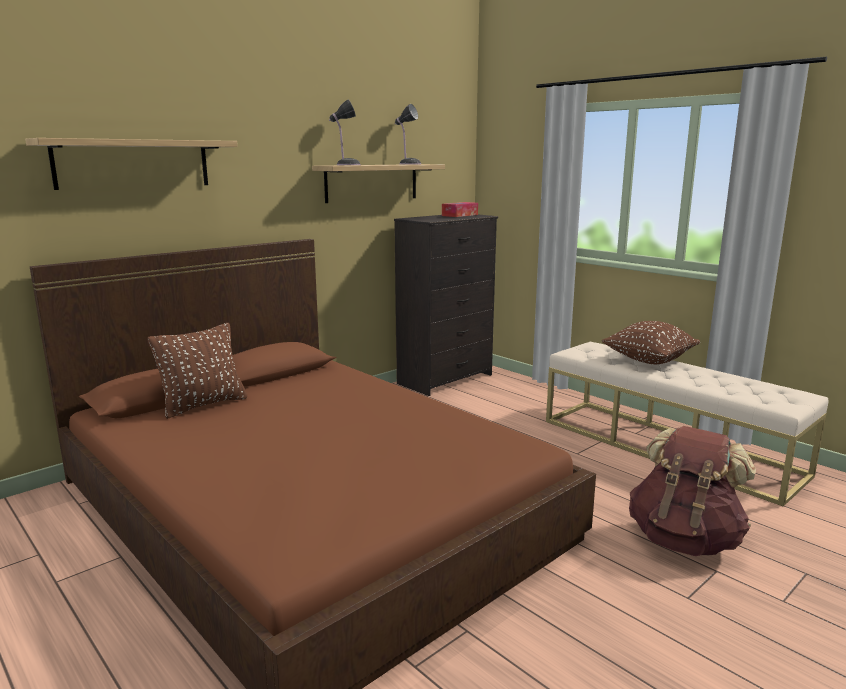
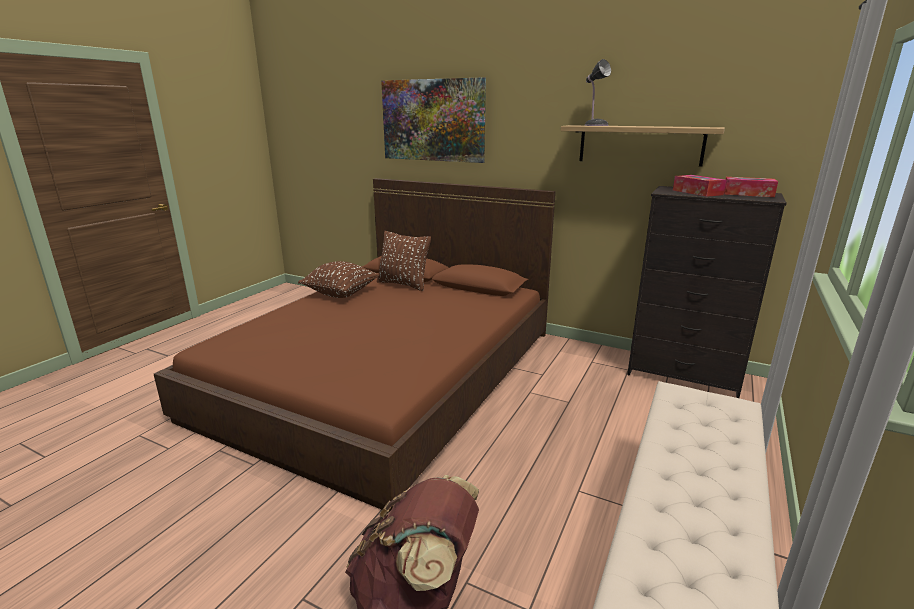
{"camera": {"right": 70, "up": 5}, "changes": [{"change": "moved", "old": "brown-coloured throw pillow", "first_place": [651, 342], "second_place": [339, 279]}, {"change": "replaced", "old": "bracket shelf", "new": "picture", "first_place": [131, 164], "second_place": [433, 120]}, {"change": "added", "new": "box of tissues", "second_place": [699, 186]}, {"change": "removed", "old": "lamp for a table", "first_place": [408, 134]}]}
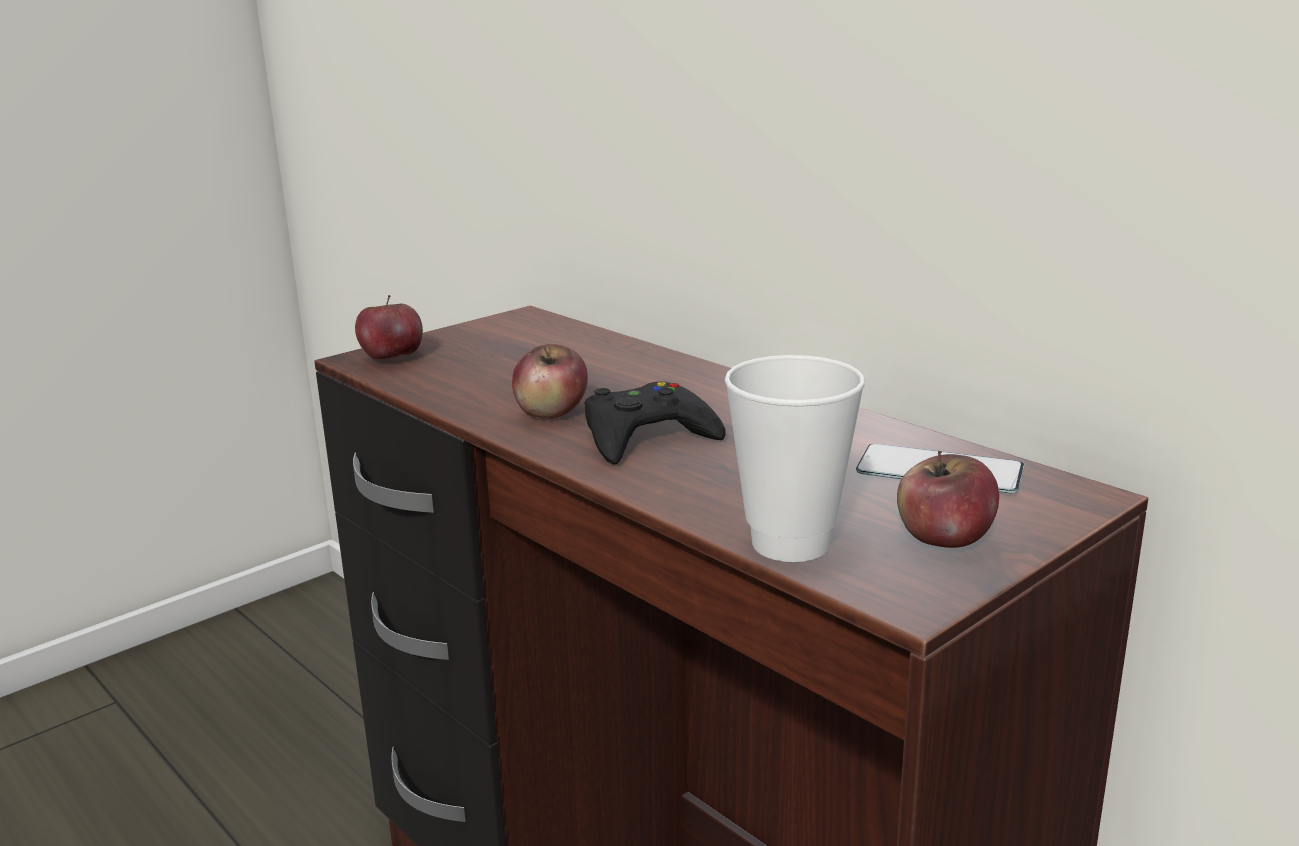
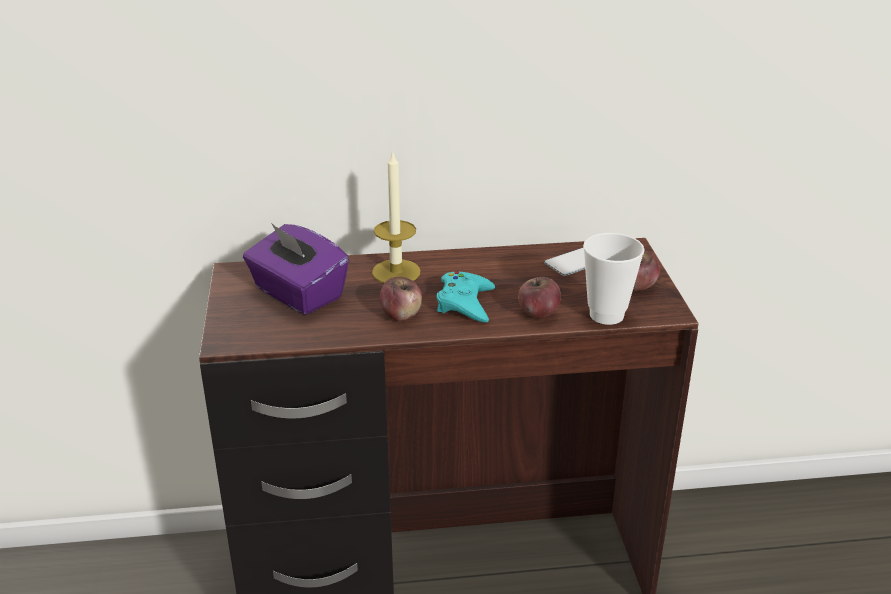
{"camera": {"right": -55, "up": 10}, "changes": [{"change": "added", "new": "purple box of tissues", "second_place": [296, 269]}, {"change": "added", "new": "wax candle", "second_place": [396, 216]}, {"change": "recoloured", "old": "black-coloured game controller", "new": "blue-green game controller", "first_place": [655, 423], "second_place": [466, 296]}, {"change": "moved", "old": "apple fruit", "first_place": [389, 327], "second_place": [539, 296]}]}
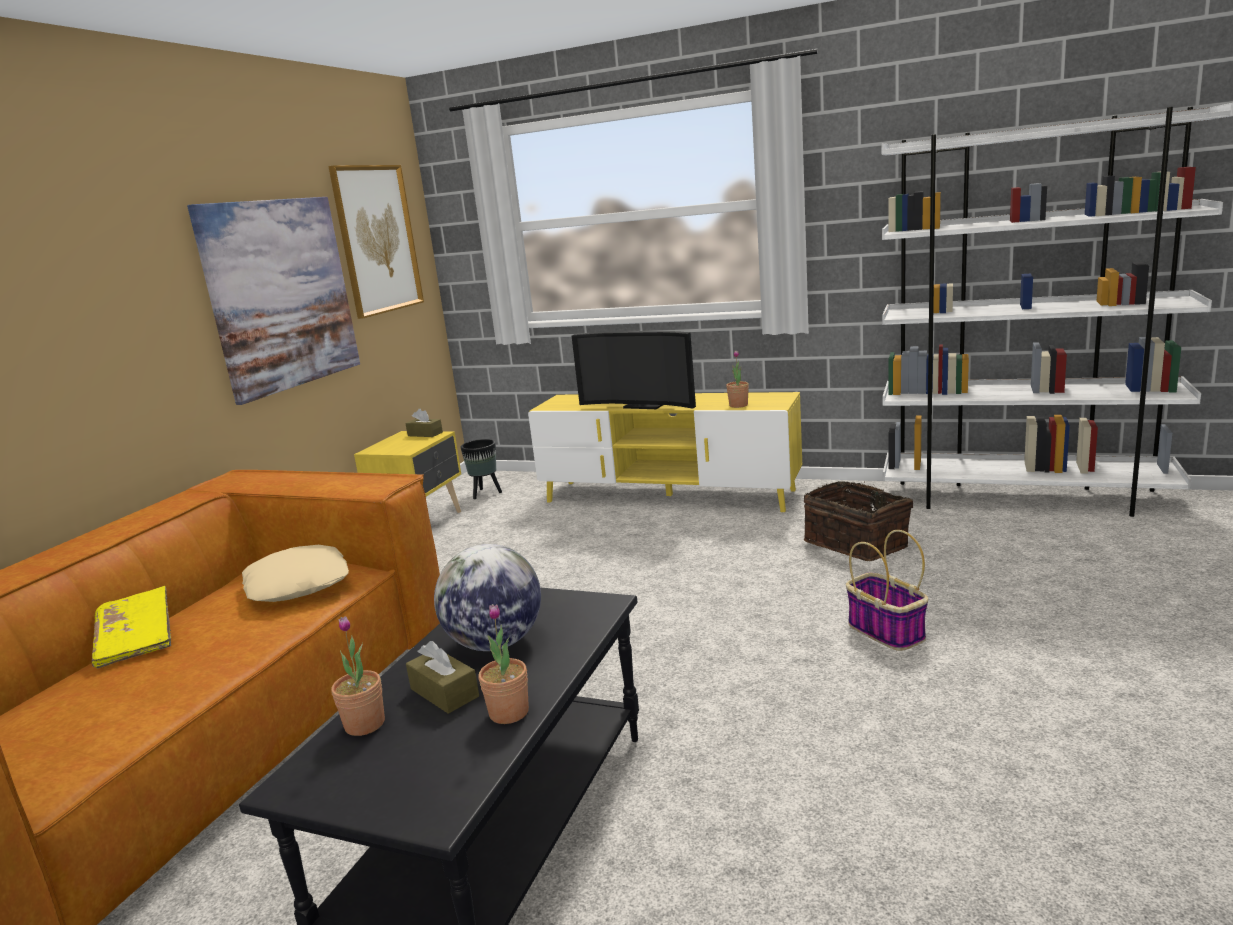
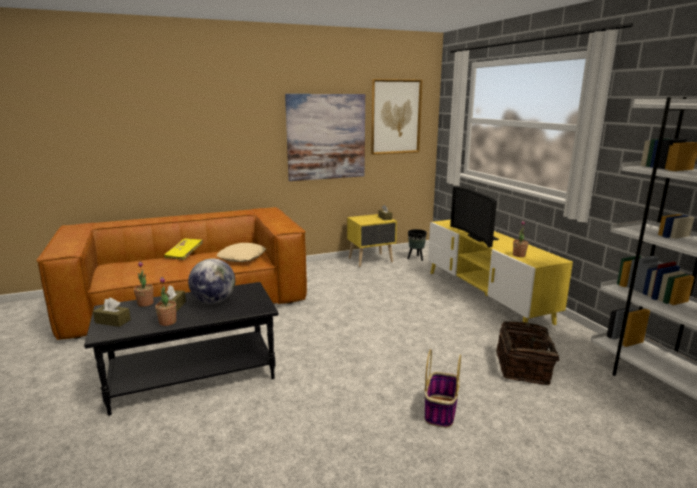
{"camera": {"right": 45, "up": 0}, "changes": [{"change": "added", "new": "brown-coloured box of tissues", "second_place": [112, 312]}]}
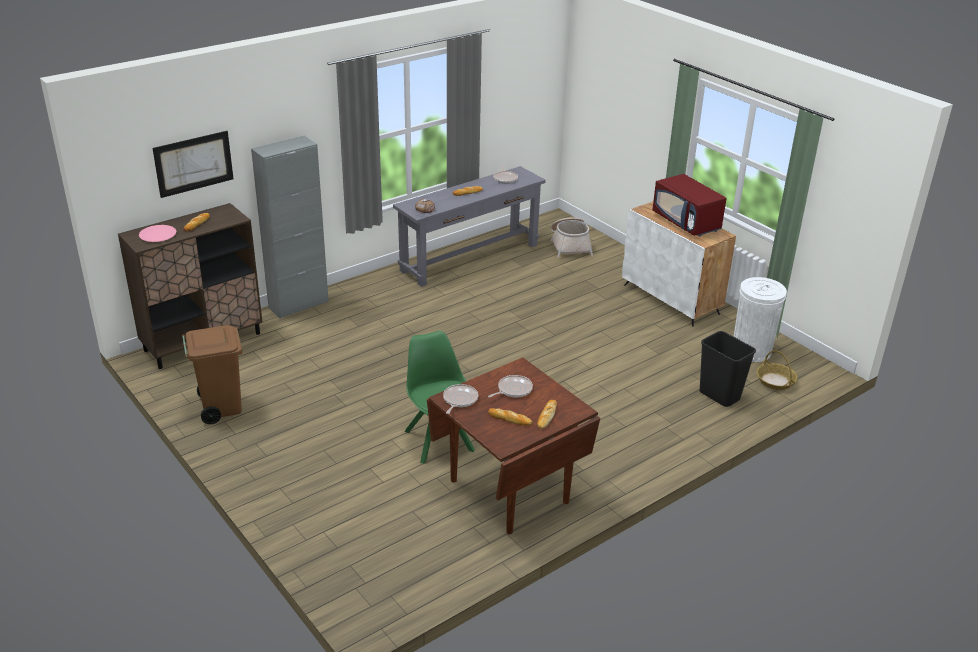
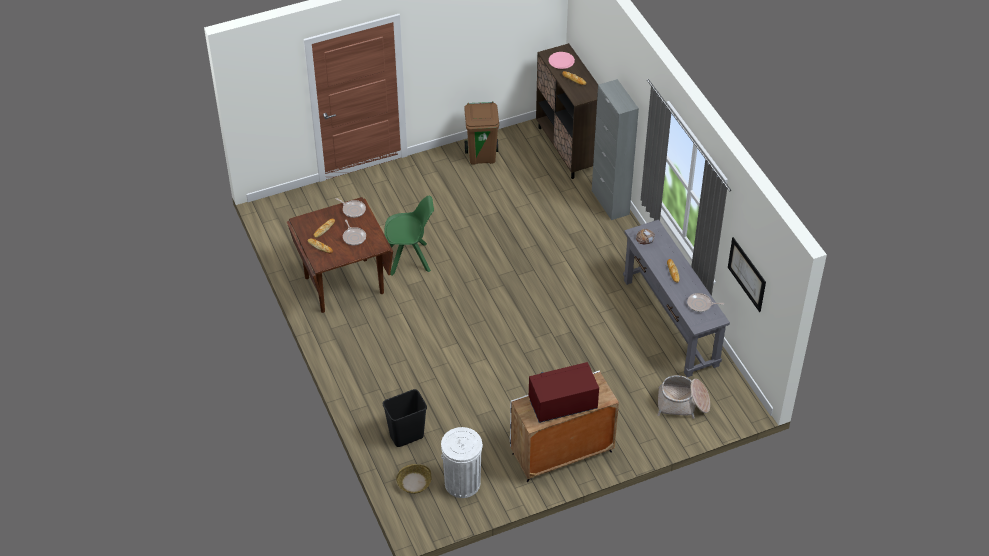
{"camera": {"right": 105, "up": 15}, "changes": [{"change": "moved", "old": "picture", "first_place": [193, 164], "second_place": [747, 274]}]}
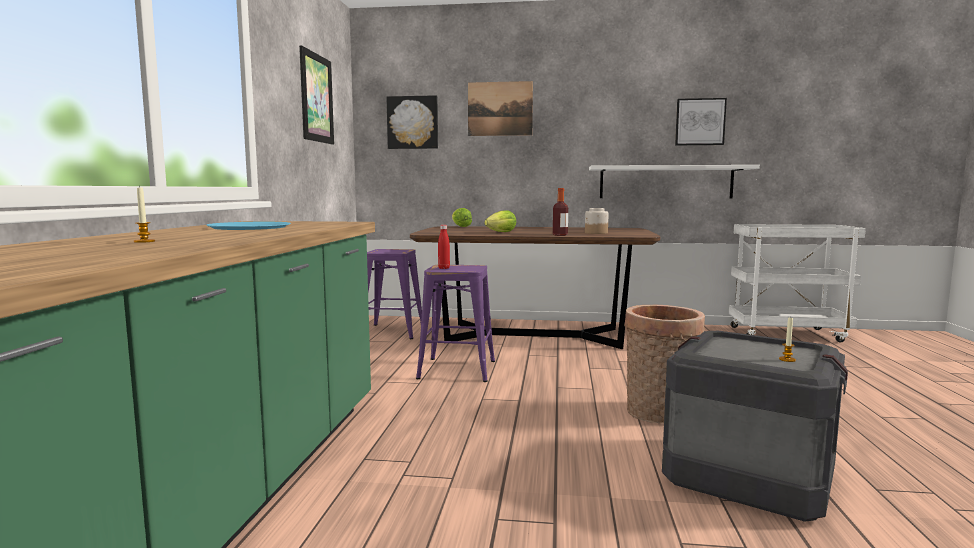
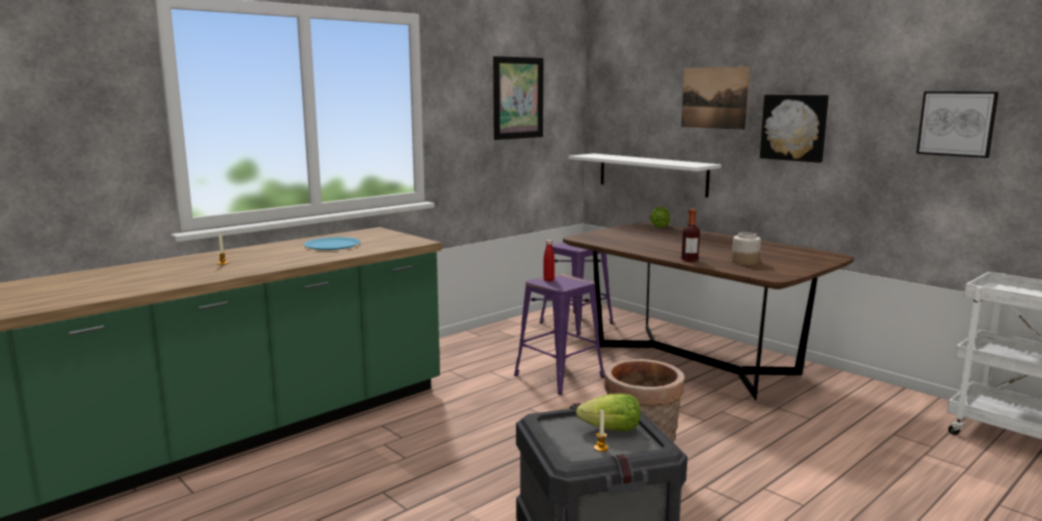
{"camera": {"right": 40, "up": 5}, "changes": [{"change": "moved", "old": "white-coloured bracket shelf", "first_place": [674, 181], "second_place": [645, 175]}, {"change": "moved", "old": "head of lettuce", "first_place": [500, 221], "second_place": [608, 412]}, {"change": "moved", "old": "picture", "first_place": [412, 122], "second_place": [794, 129]}]}
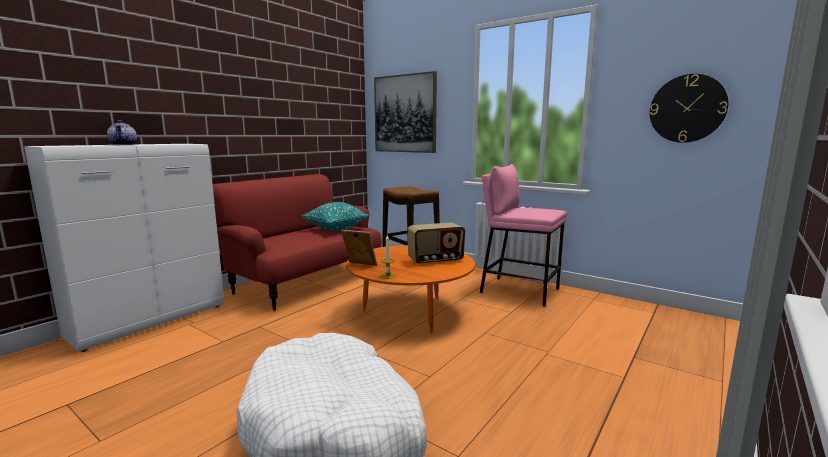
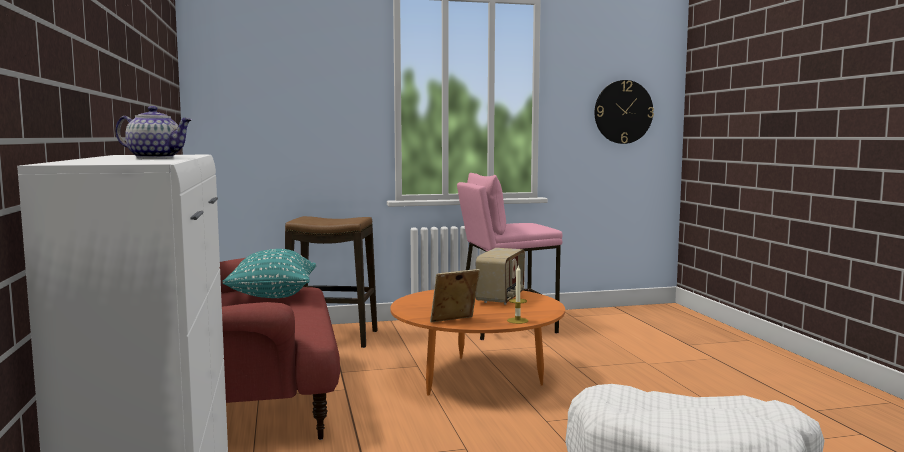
{"camera": {"right": -50, "up": -5}, "changes": [{"change": "removed", "old": "picture", "first_place": [405, 112]}]}
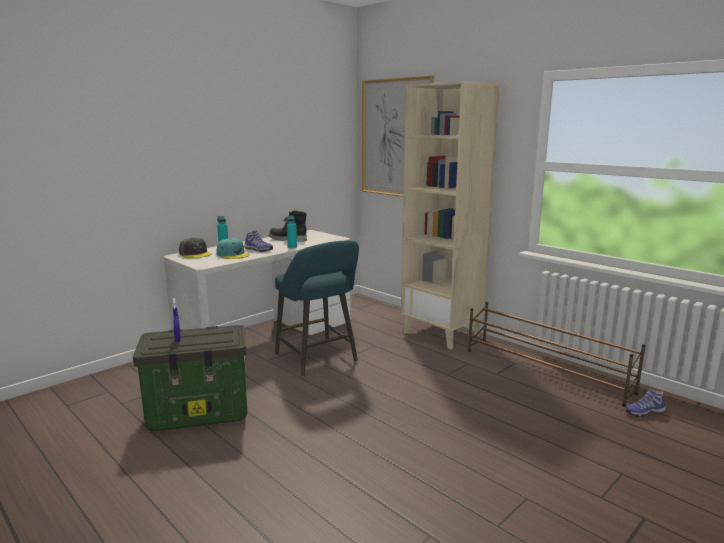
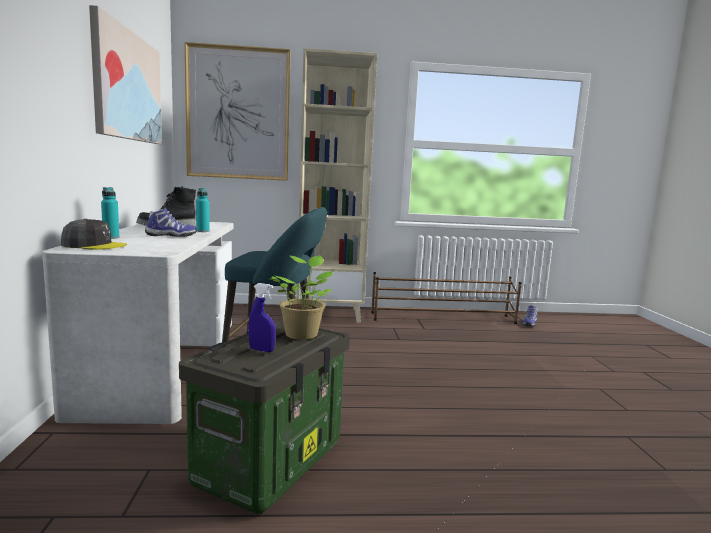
{"camera": {"right": -50, "up": -5}, "changes": [{"change": "added", "new": "picture", "second_place": [125, 74]}, {"change": "added", "new": "plant in a pot", "second_place": [301, 297]}, {"change": "removed", "old": "blue-green cap", "first_place": [233, 248]}]}
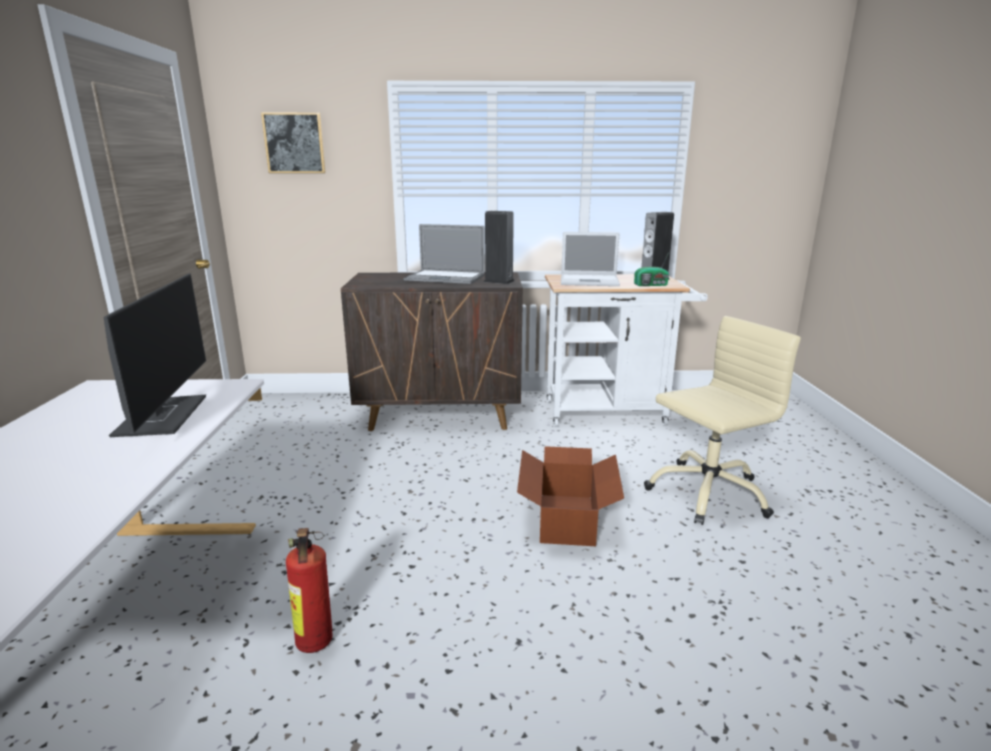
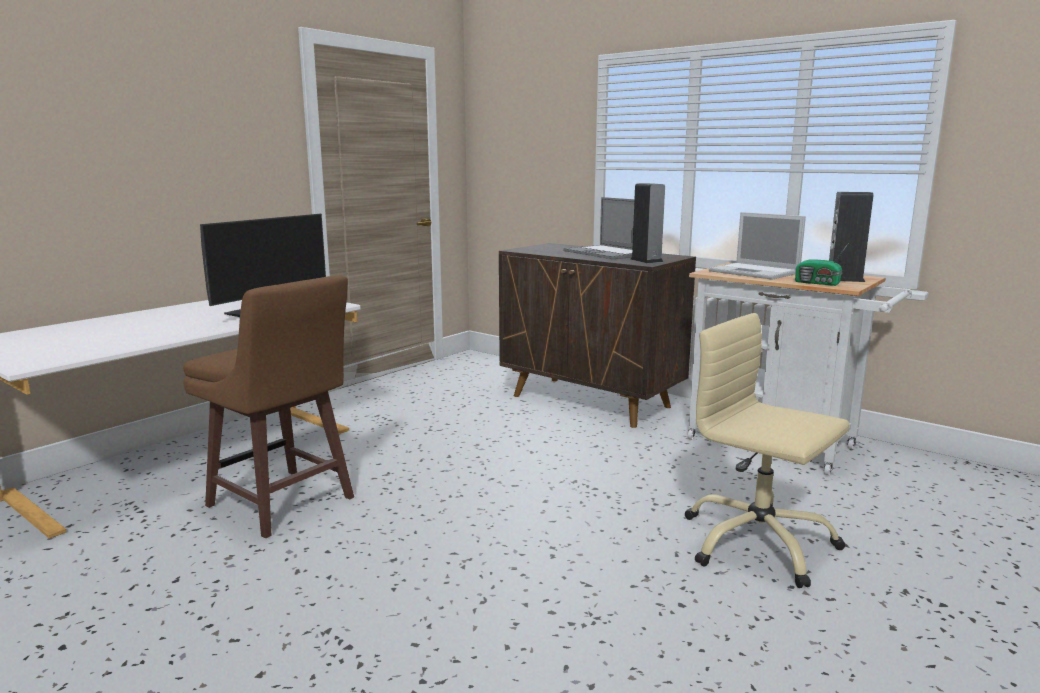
{"camera": {"right": 40, "up": -5}, "changes": [{"change": "replaced", "old": "extinguisher", "new": "brown-coloured stool seat", "first_place": [309, 590], "second_place": [268, 406]}, {"change": "turned", "old": "sand-coloured office chair", "first_place": [722, 420], "second_place": [767, 450], "degrees": -150}, {"change": "removed", "old": "picture", "first_place": [293, 142]}, {"change": "removed", "old": "packing box", "first_place": [570, 496]}]}
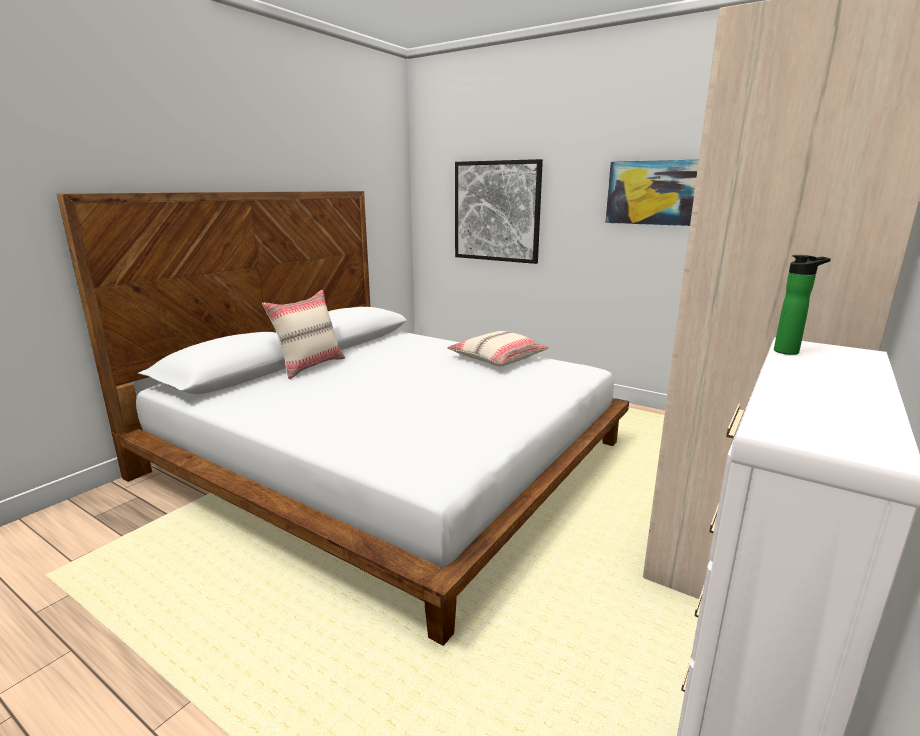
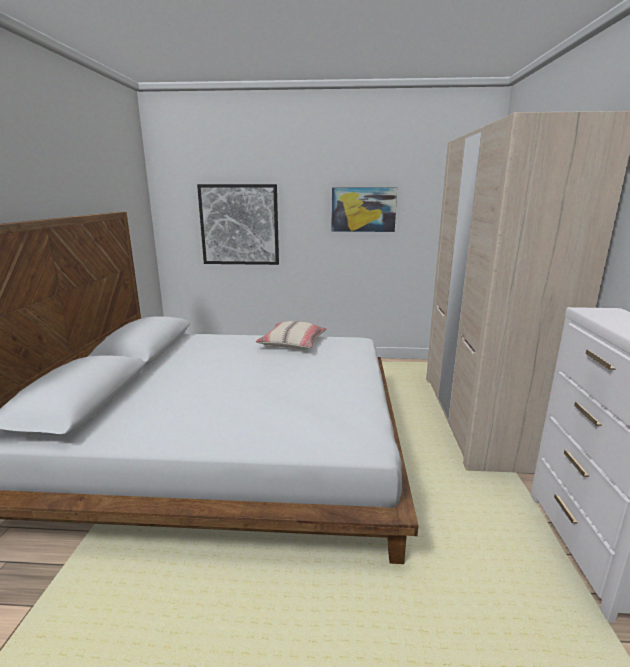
{"camera": {"right": -30, "up": 0}, "changes": [{"change": "removed", "old": "sand-coloured throw pillow", "first_place": [303, 334]}, {"change": "removed", "old": "drink bottle", "first_place": [802, 305]}]}
